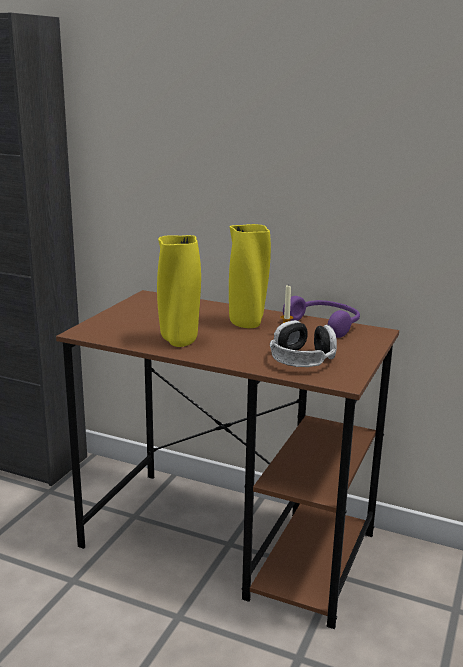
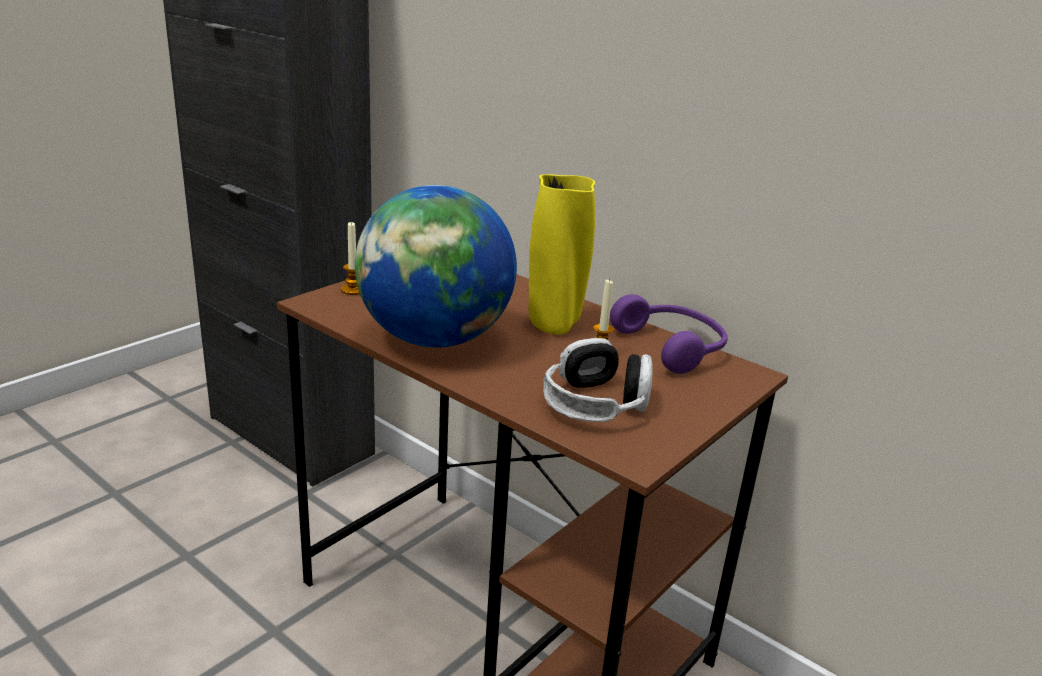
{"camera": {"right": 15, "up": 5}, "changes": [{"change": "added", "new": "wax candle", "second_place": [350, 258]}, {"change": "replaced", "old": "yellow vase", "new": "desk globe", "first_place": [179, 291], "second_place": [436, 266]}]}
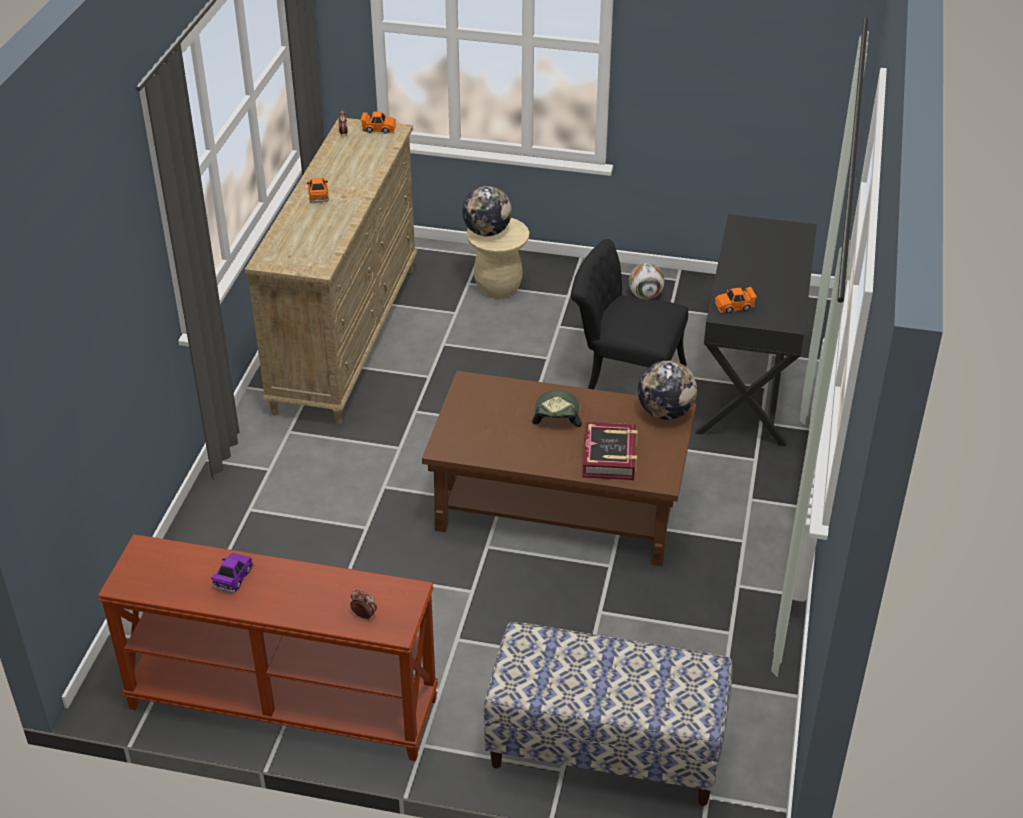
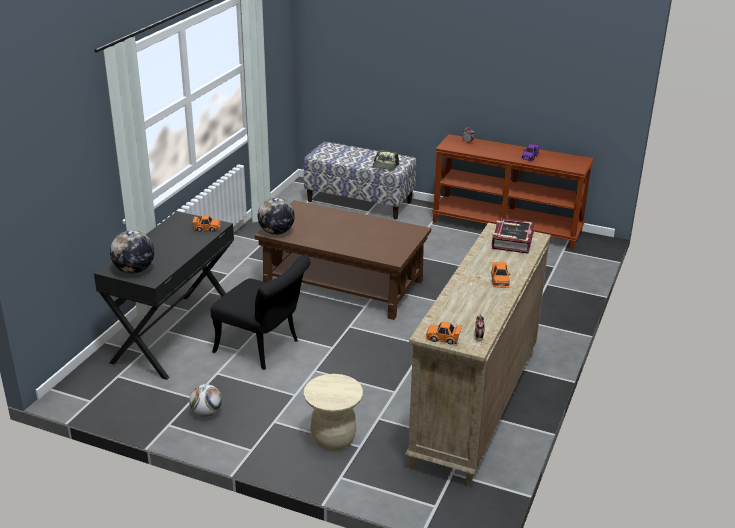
{"camera": {"right": -170, "up": -10}, "changes": [{"change": "moved", "old": "desk globe", "first_place": [487, 211], "second_place": [132, 252]}, {"change": "moved", "old": "cap", "first_place": [557, 408], "second_place": [385, 160]}, {"change": "moved", "old": "book", "first_place": [610, 451], "second_place": [513, 235]}]}
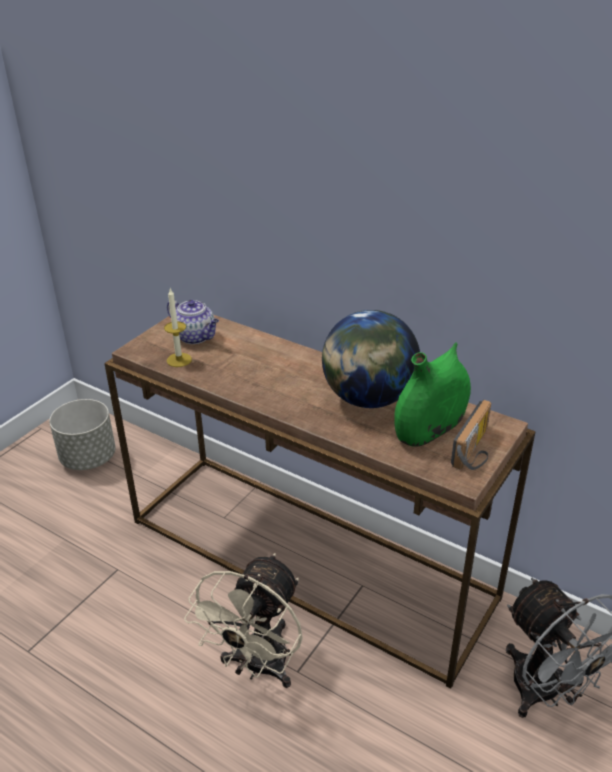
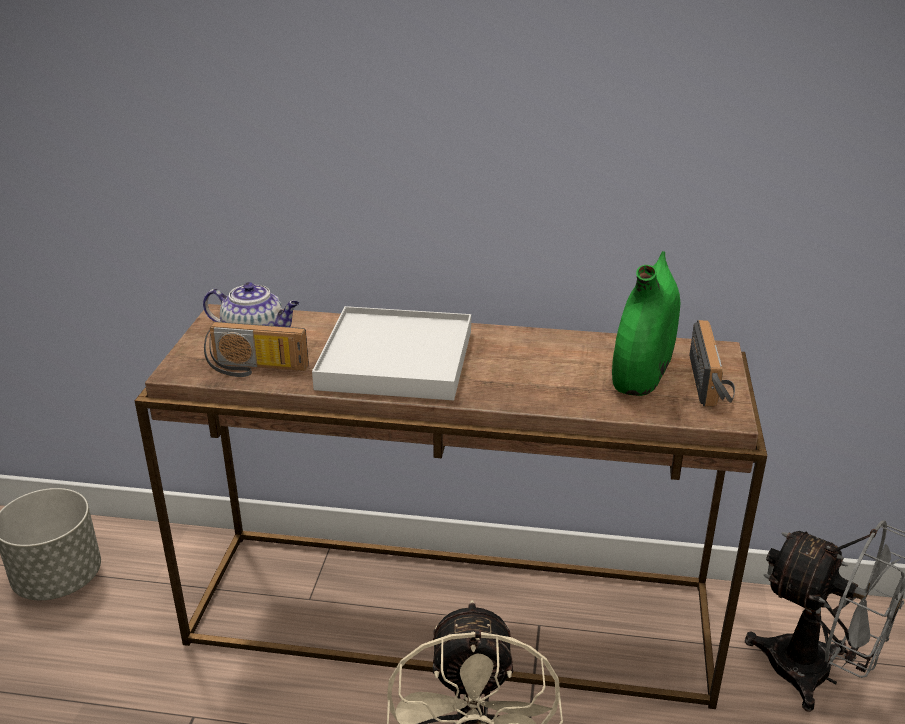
{"camera": {"right": -25, "up": -5}, "changes": [{"change": "replaced", "old": "wax candle", "new": "radio set", "first_place": [178, 328], "second_place": [256, 349]}, {"change": "added", "new": "white-coloured carrying tray", "second_place": [391, 353]}, {"change": "removed", "old": "desk globe", "first_place": [371, 359]}]}
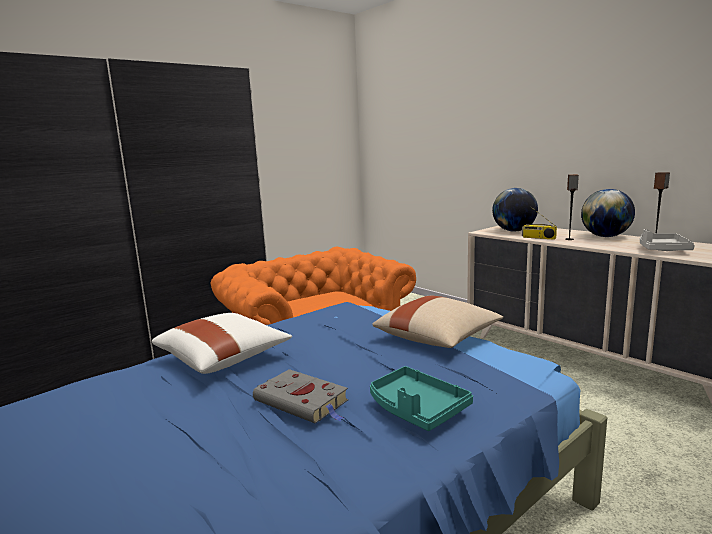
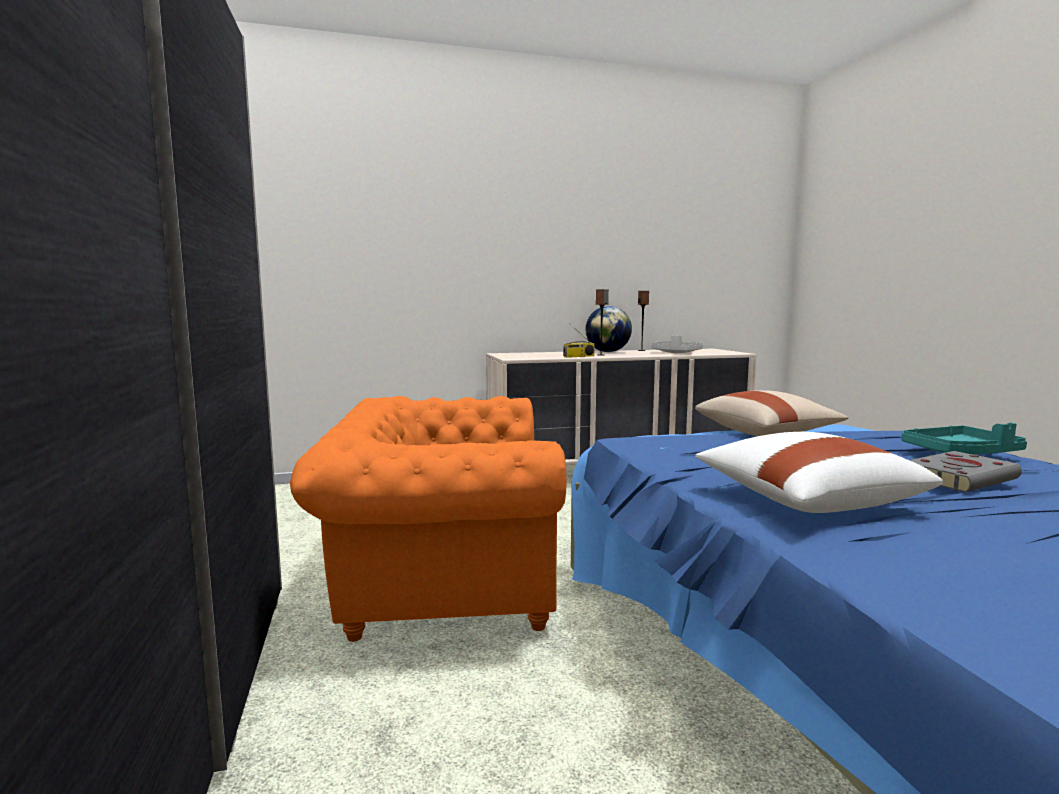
{"camera": {"right": -65, "up": -5}, "changes": [{"change": "removed", "old": "desk globe", "first_place": [515, 210]}]}
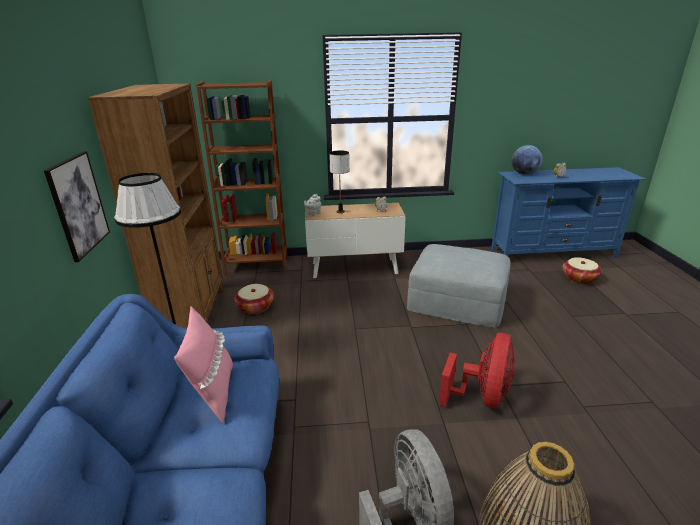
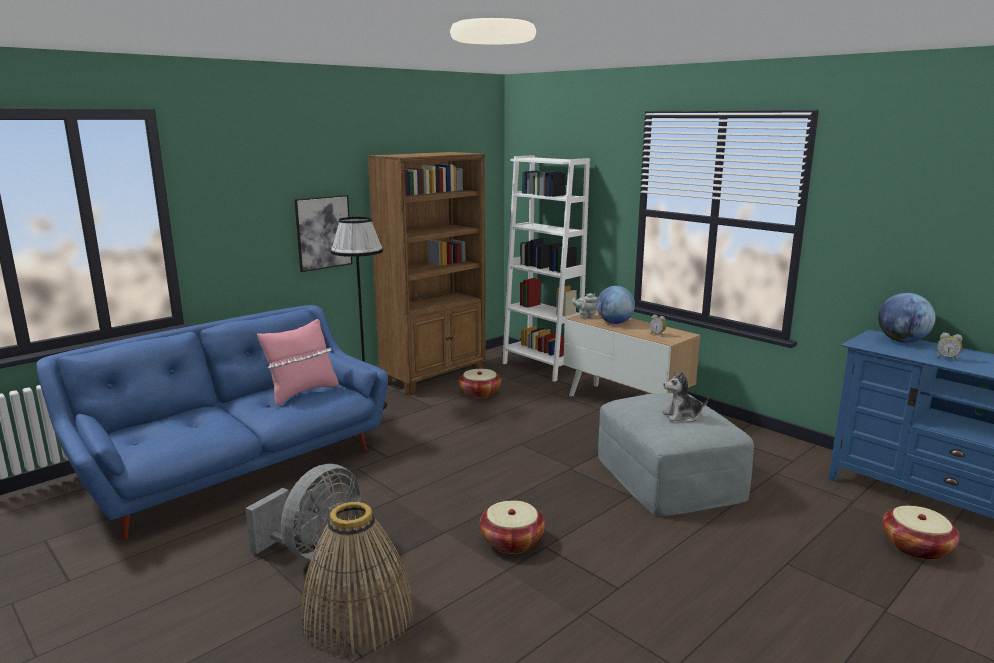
{"camera": {"right": 50, "up": -10}, "changes": [{"change": "replaced", "old": "red-coloured electric fan", "new": "household basket", "first_place": [477, 370], "second_place": [512, 527]}, {"change": "recoloured", "old": "brown-coloured shelving unit", "new": "white-coloured shelving unit", "first_place": [242, 178], "second_place": [546, 268]}, {"change": "replaced", "old": "lamp for a table", "new": "desk globe", "first_place": [339, 181], "second_place": [615, 305]}, {"change": "added", "new": "plush toy", "second_place": [686, 396]}]}
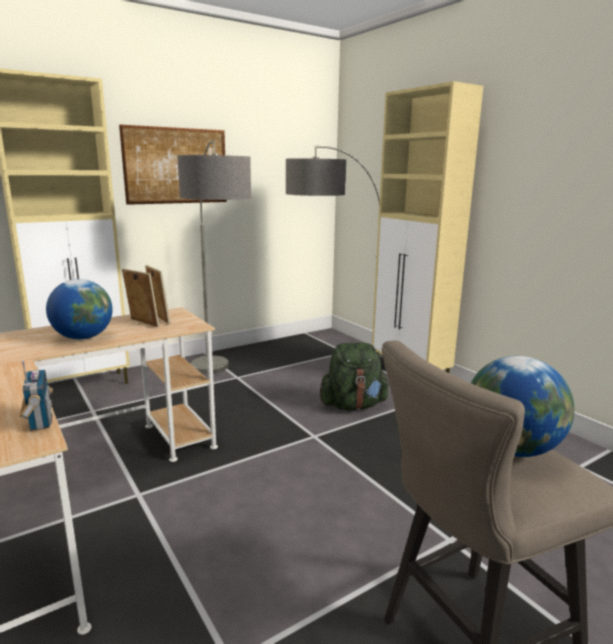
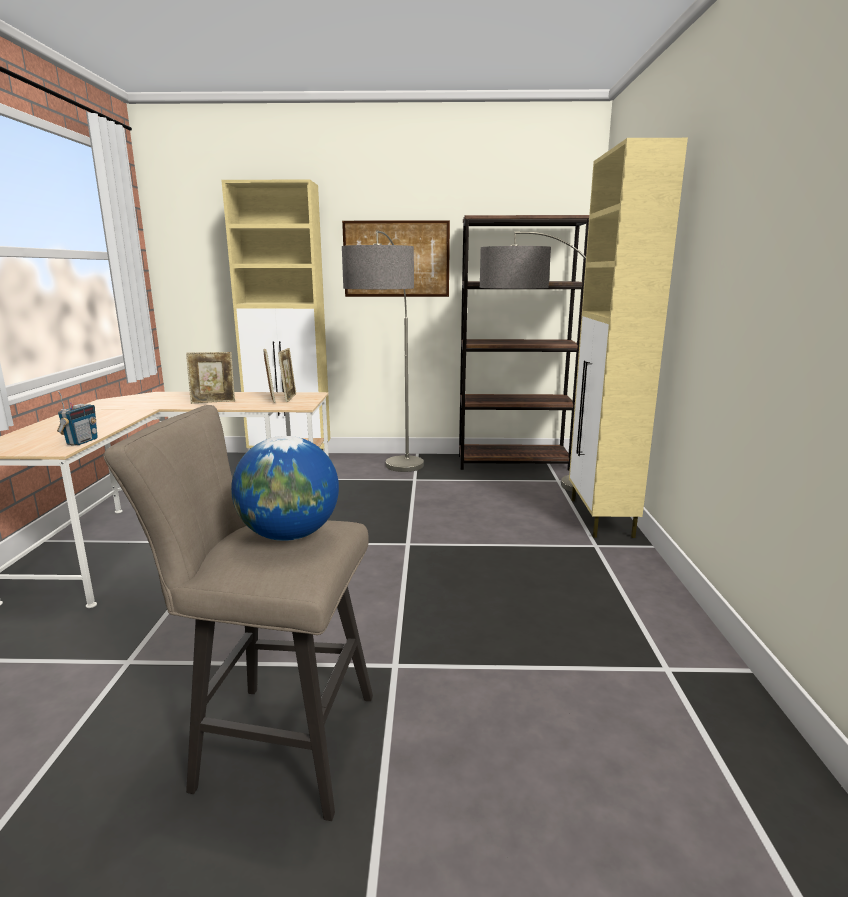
{"camera": {"right": 35, "up": 0}, "changes": [{"change": "replaced", "old": "desk globe", "new": "standing frame", "first_place": [79, 309], "second_place": [210, 378]}, {"change": "added", "new": "brown-coloured shelving unit", "second_place": [524, 342]}, {"change": "removed", "old": "greenish backpack", "first_place": [354, 376]}]}
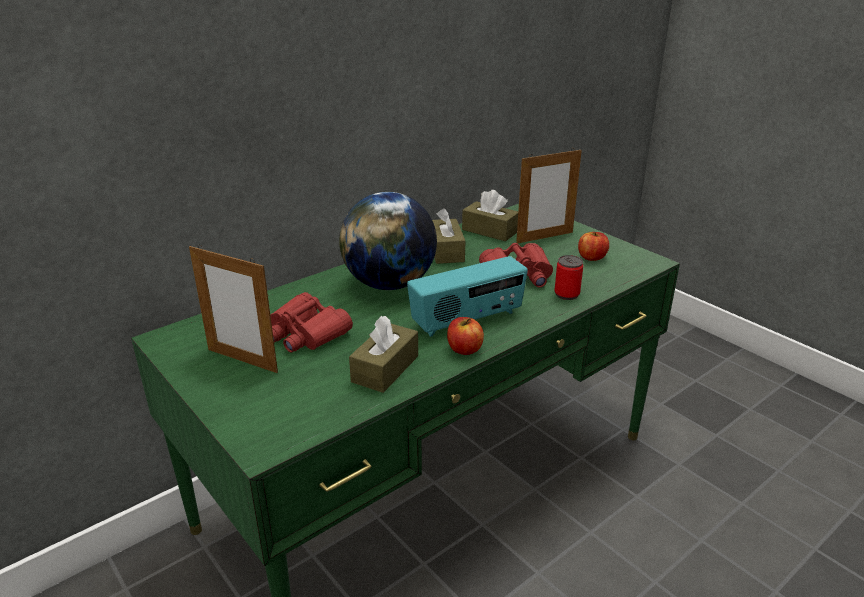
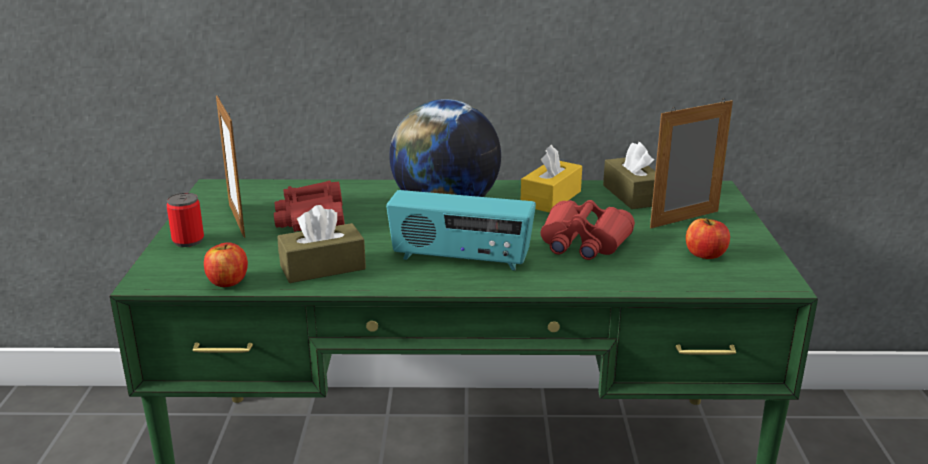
{"camera": {"right": 40, "up": -5}, "changes": [{"change": "moved", "old": "metal can", "first_place": [569, 277], "second_place": [185, 220]}, {"change": "moved", "old": "apple fruit", "first_place": [465, 336], "second_place": [226, 264]}, {"change": "recoloured", "old": "brown-coloured box of tissues", "new": "yellow box of tissues", "first_place": [448, 236], "second_place": [551, 178]}, {"change": "turned", "old": "standing frame", "first_place": [549, 196], "second_place": [691, 163], "degrees": 135}]}
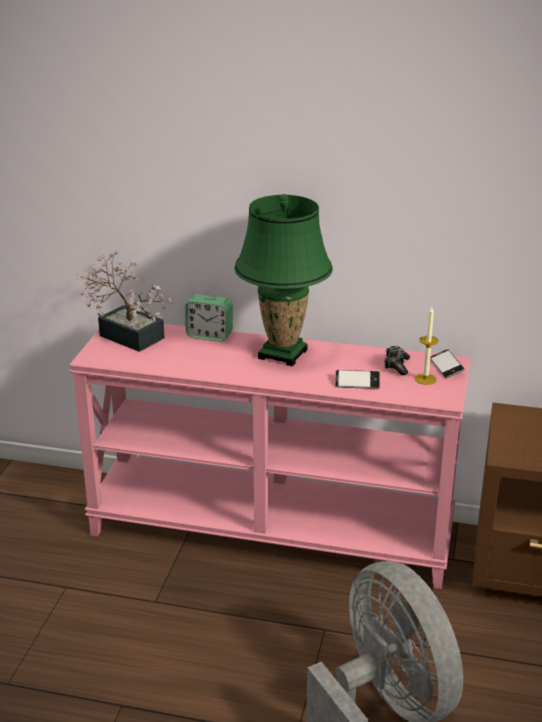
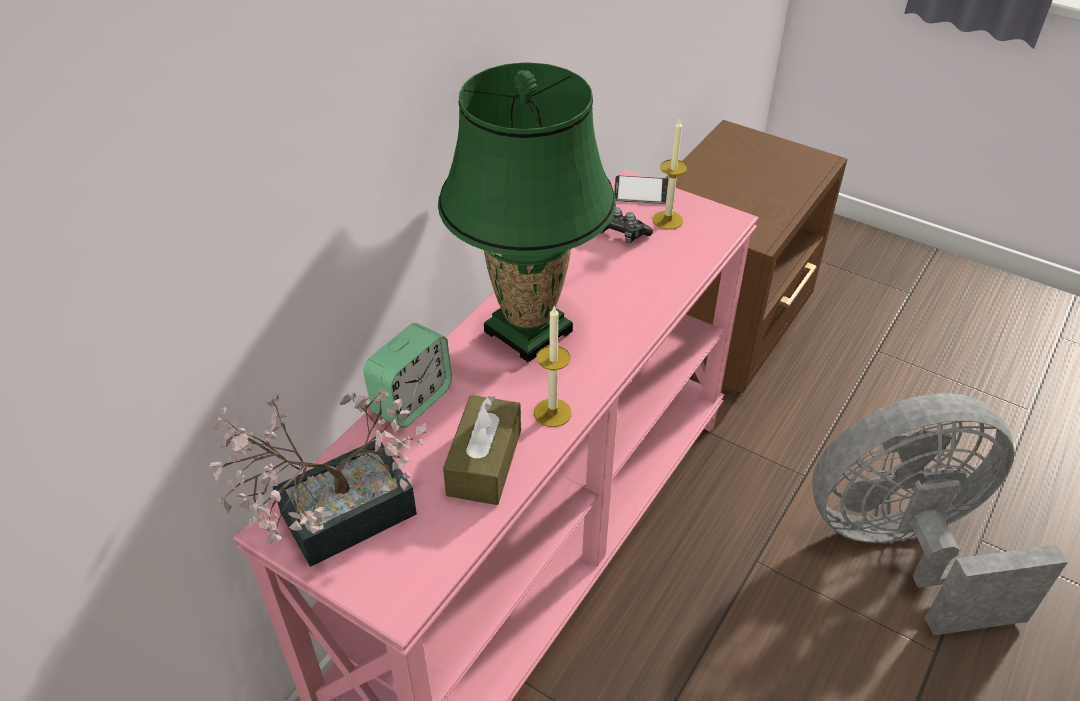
{"camera": {"right": -70, "up": 15}, "changes": [{"change": "added", "new": "brown-coloured box of tissues", "second_place": [482, 450]}, {"change": "added", "new": "wax candle", "second_place": [553, 366]}, {"change": "removed", "old": "handset", "first_place": [357, 379]}]}
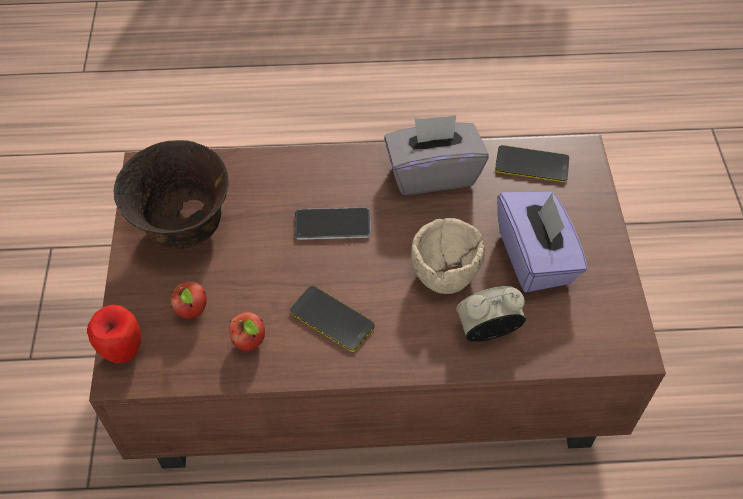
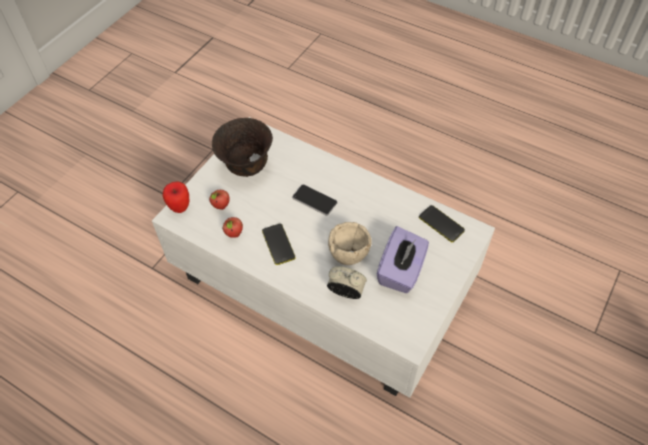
{"camera": {"right": 35, "up": 0}, "changes": [{"change": "recoloured", "old": "brown-coloured low table", "new": "white-coloured low table", "first_place": [377, 301], "second_place": [323, 257]}, {"change": "removed", "old": "grey box of tissues", "first_place": [436, 155]}]}
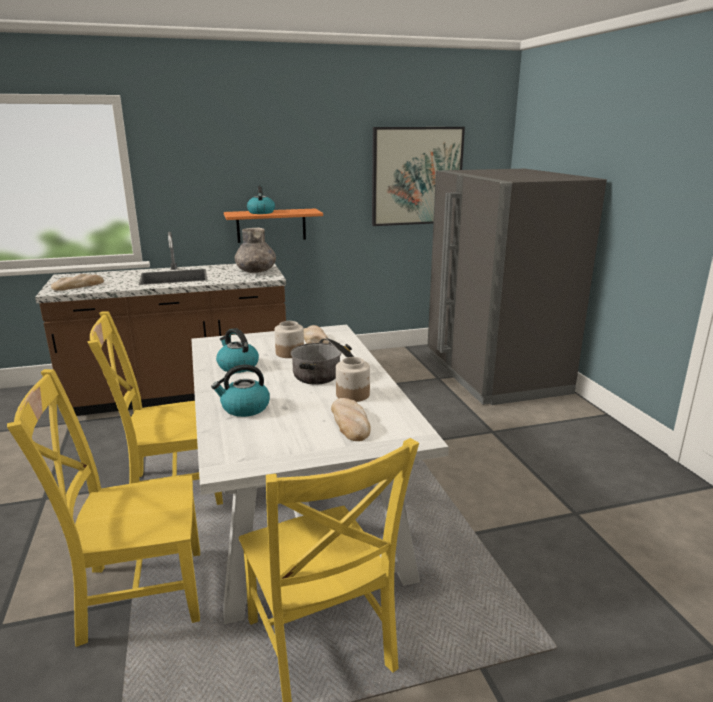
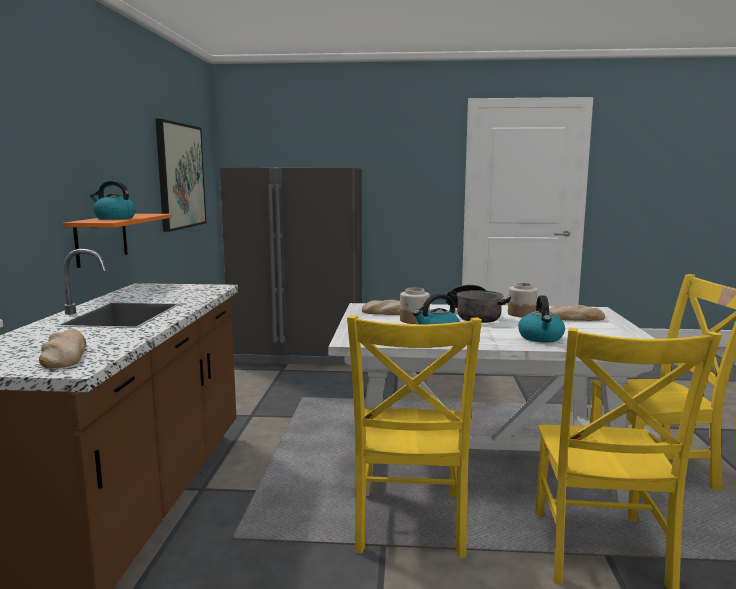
{"camera": {"right": -70, "up": -10}, "changes": [{"change": "removed", "old": "grey vase", "first_place": [255, 250]}]}
